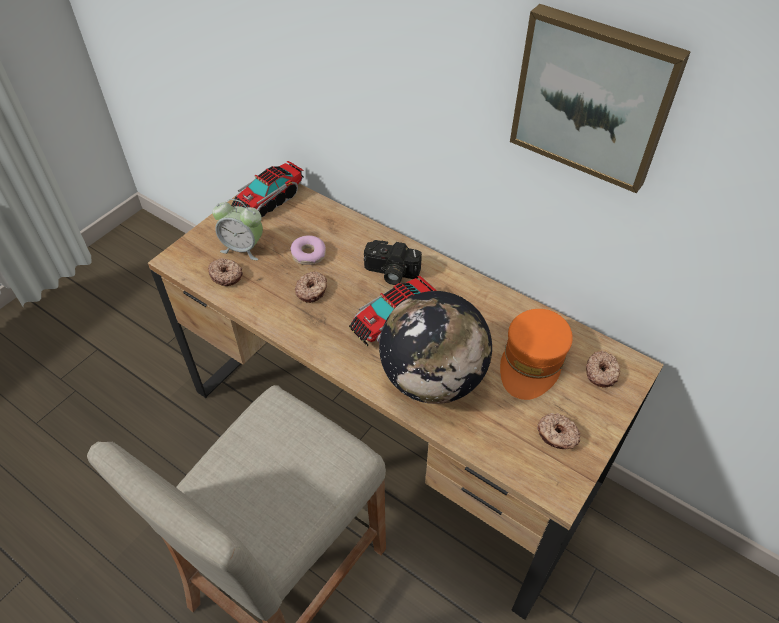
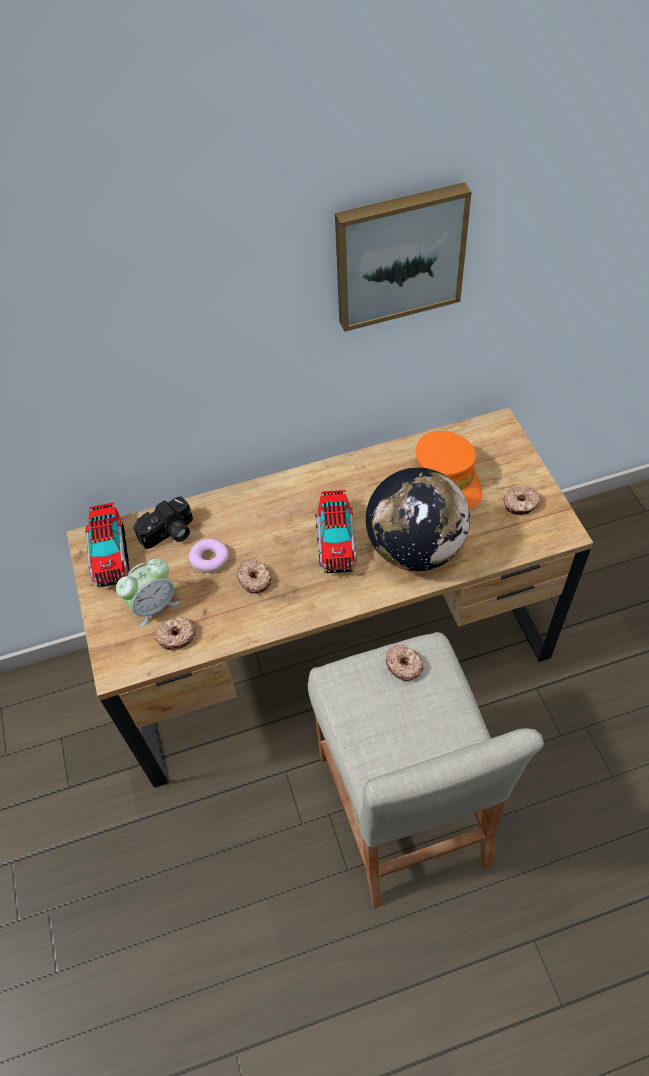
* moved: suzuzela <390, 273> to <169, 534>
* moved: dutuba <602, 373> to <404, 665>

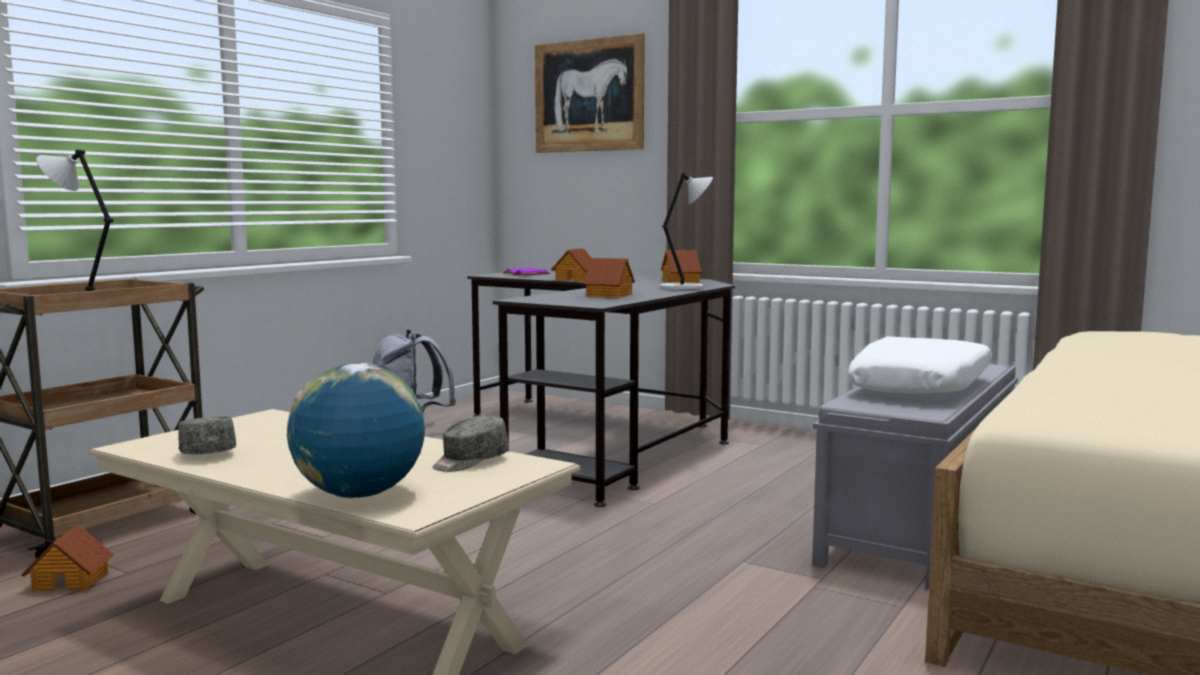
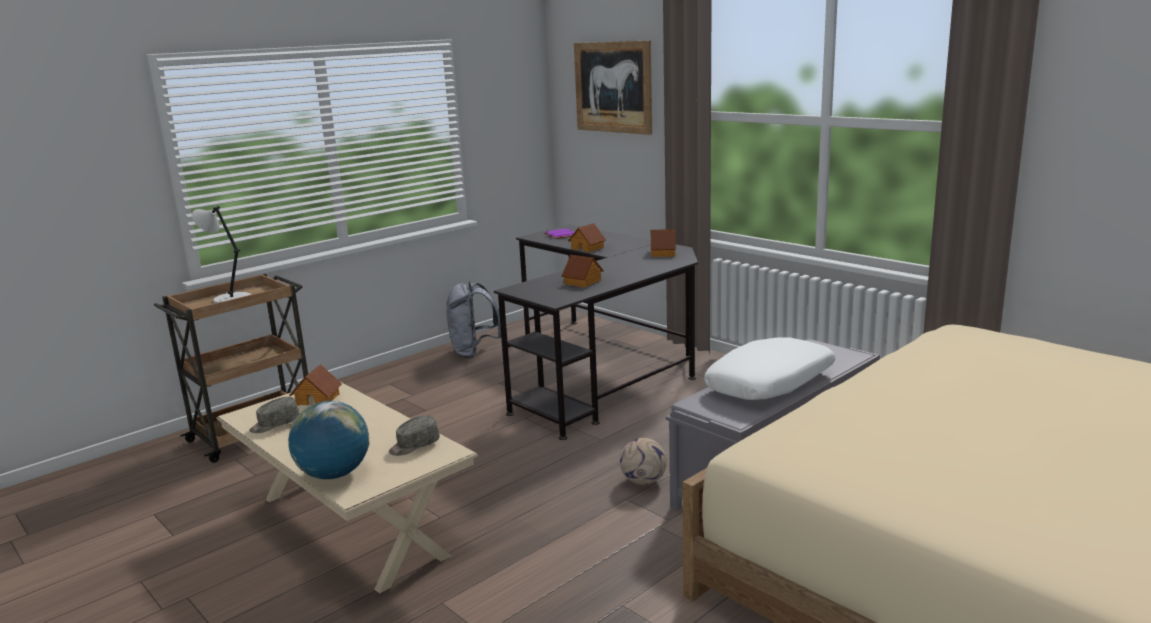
* turned: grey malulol <206, 452> = <275, 424> 105 degrees counterclockwise
* moved: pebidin <71, 580> to <318, 399>
* added: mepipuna <644, 481>
* removed: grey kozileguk <684, 288>

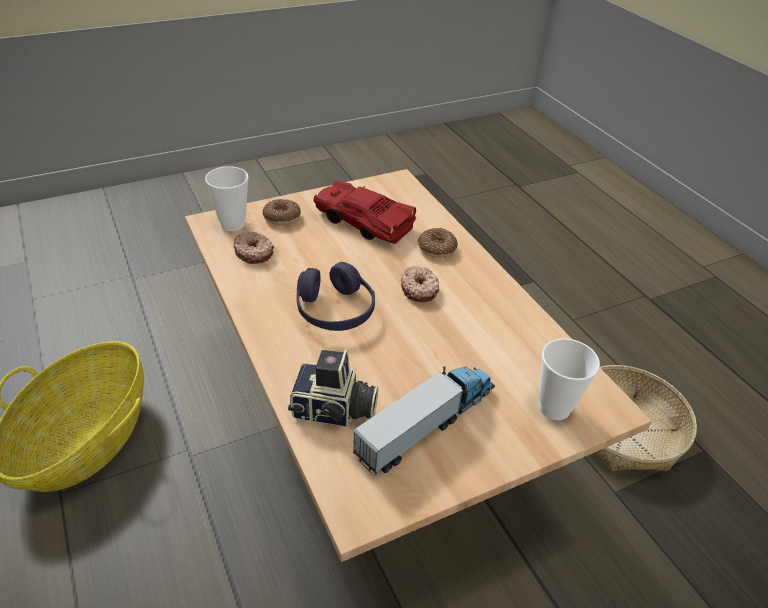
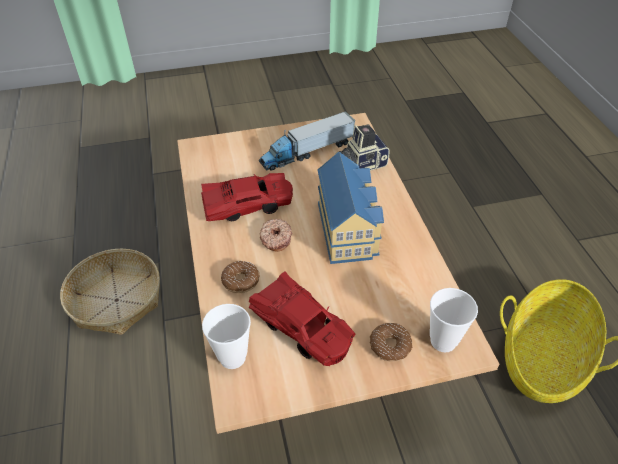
* added: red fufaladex <248, 205>
* moved: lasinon <554, 408> to <232, 357>
* replaced: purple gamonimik <335, 310> to pebidin <349, 229>
* turned: suzuzela <334, 411> = <360, 164> 45 degrees counterclockwise
* removed: dutuba <254, 253>

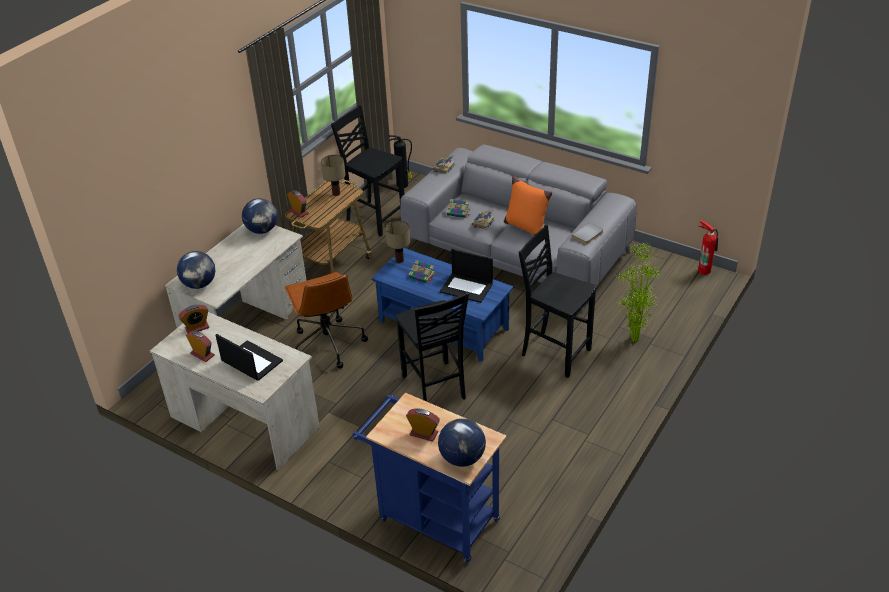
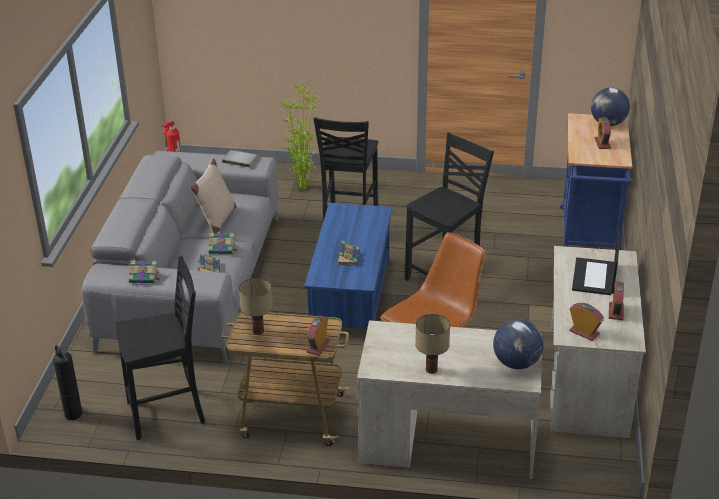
* turned: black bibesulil <374, 218> = <168, 413> 120 degrees counterclockwise
* recoloured: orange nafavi <526, 227> to beige nafavi <216, 220>
* moved: kozileguk <399, 260> to <432, 370>
* removed: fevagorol <262, 230>
* removed: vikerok <467, 288>

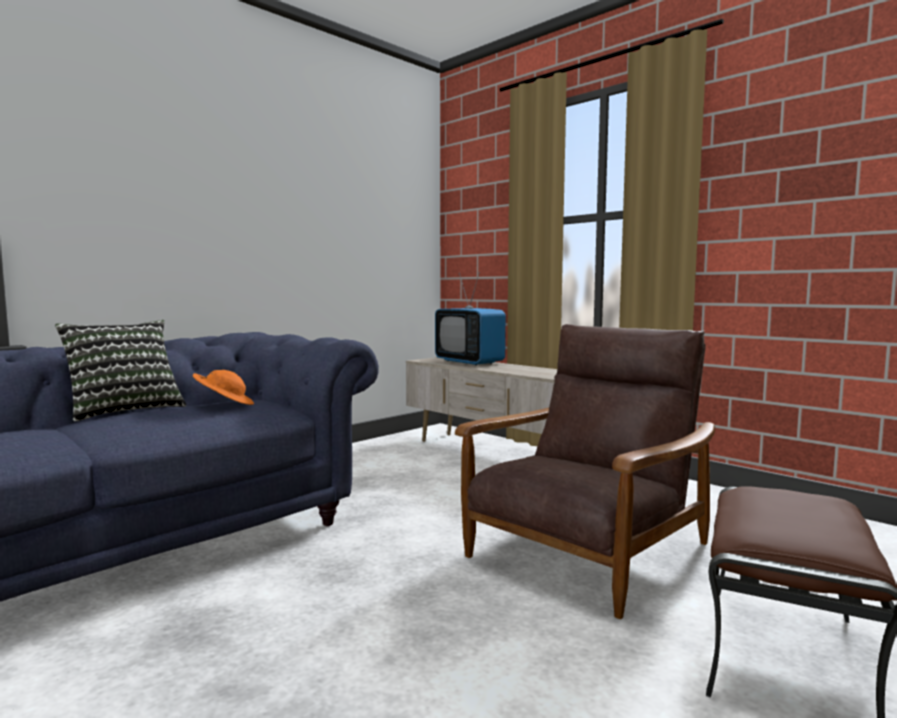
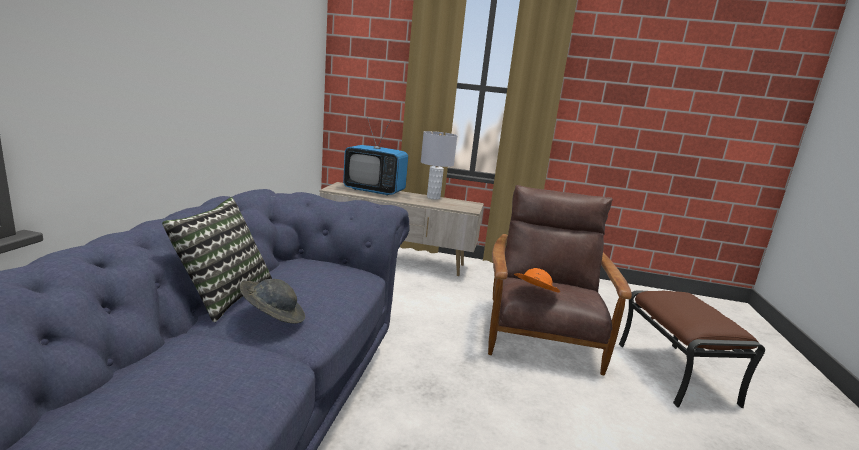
* added: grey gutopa <273, 316>
* added: grey kozileguk <433, 197>
* moved: orange gutopa <224, 405> to <534, 293>

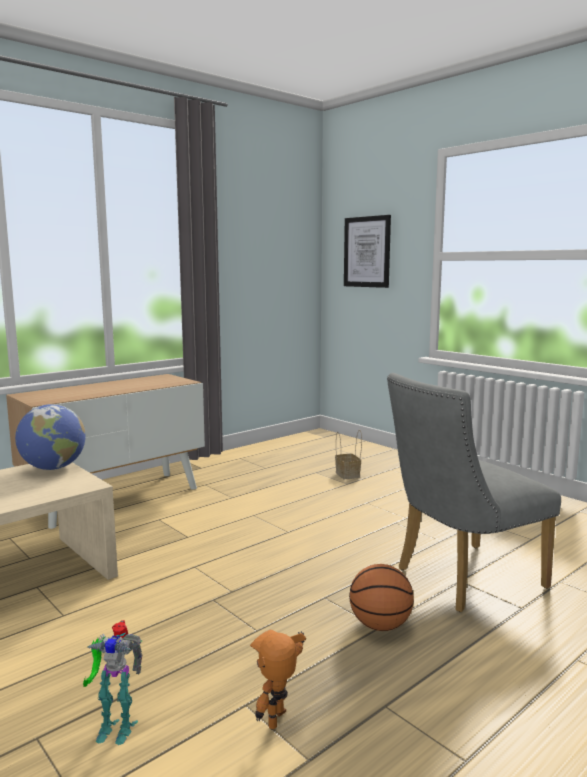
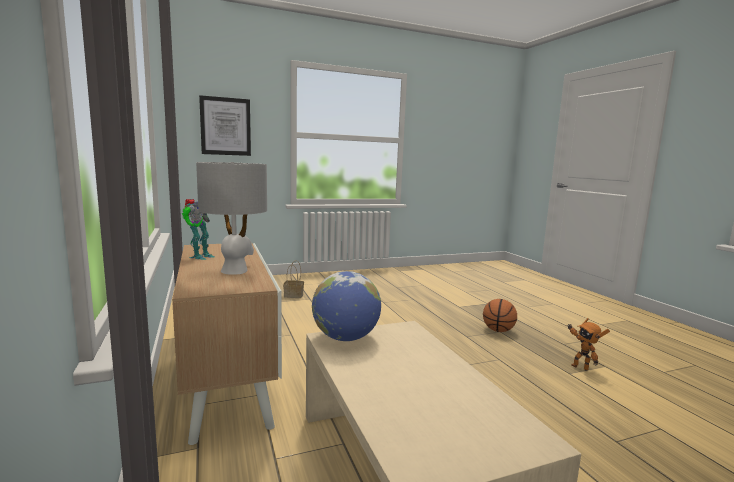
* moved: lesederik <115, 726> to <199, 256>
* added: grey kozileguk <235, 270>
* removed: grey bibesulil <461, 580>

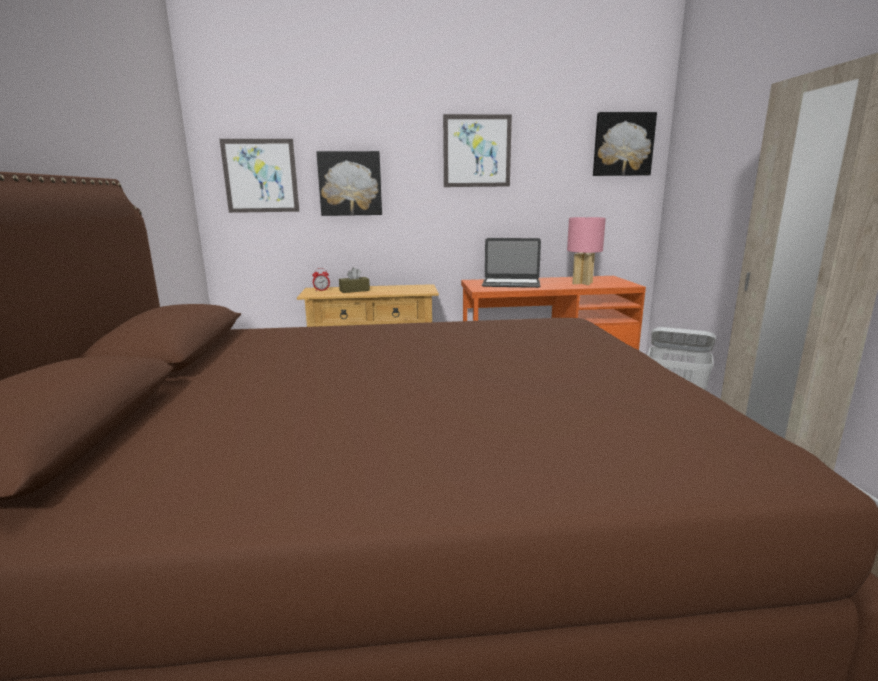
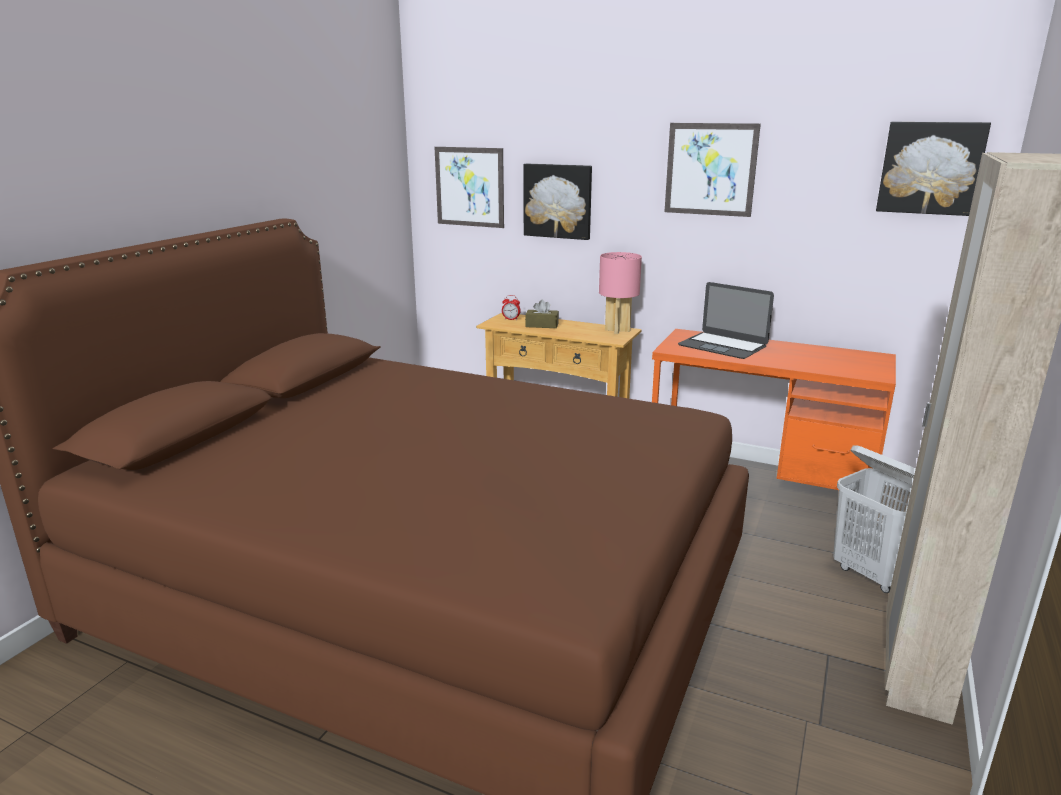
* moved: pink kozileguk <582, 283> to <618, 330>

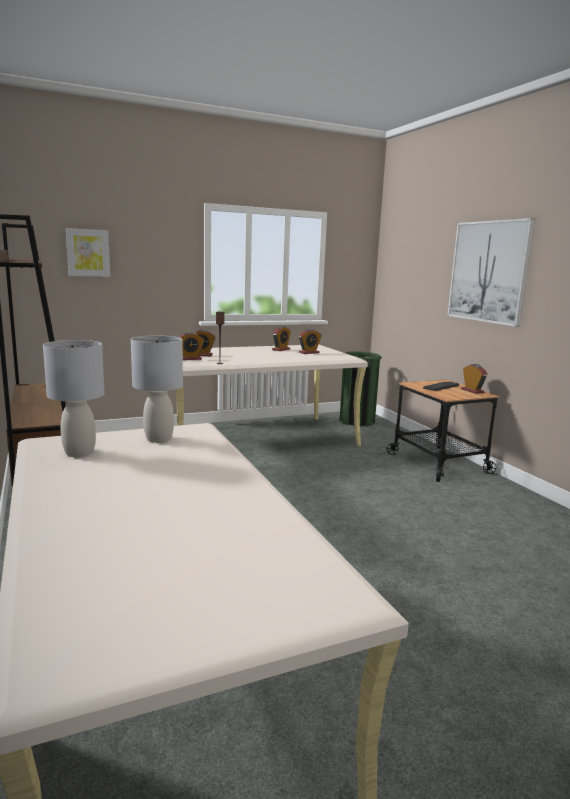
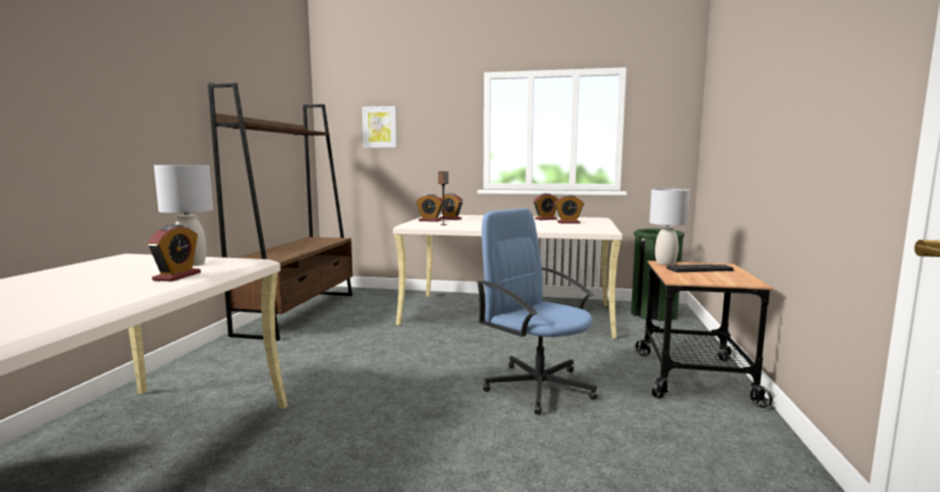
* moved: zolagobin <472, 391> to <177, 276>
* added: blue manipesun <538, 386>
* moved: grey kozileguk <80, 452> to <666, 263>
* removed: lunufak <488, 272>

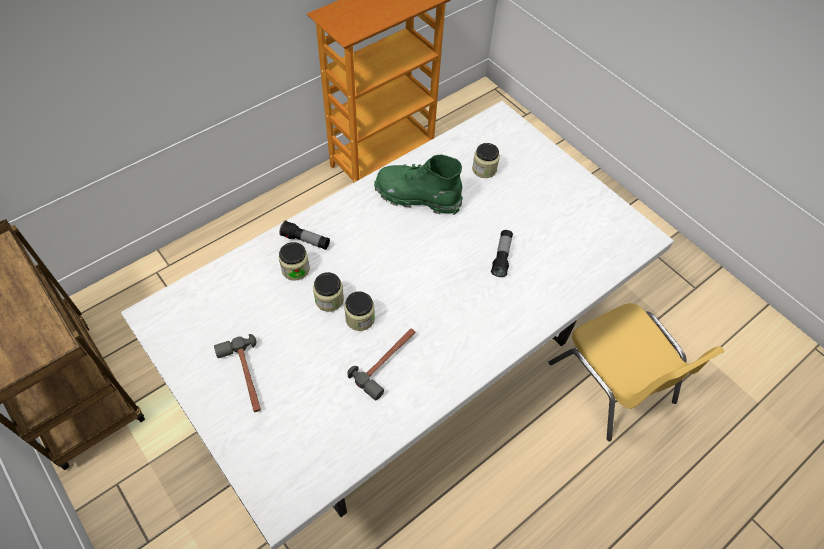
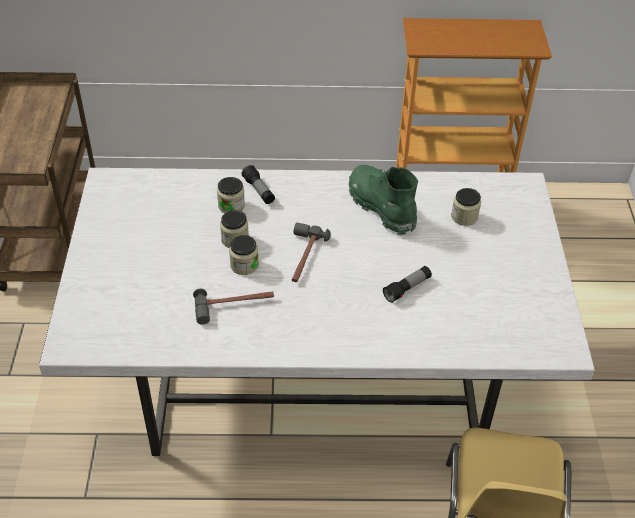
* moved: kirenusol <245, 377> to <303, 257>

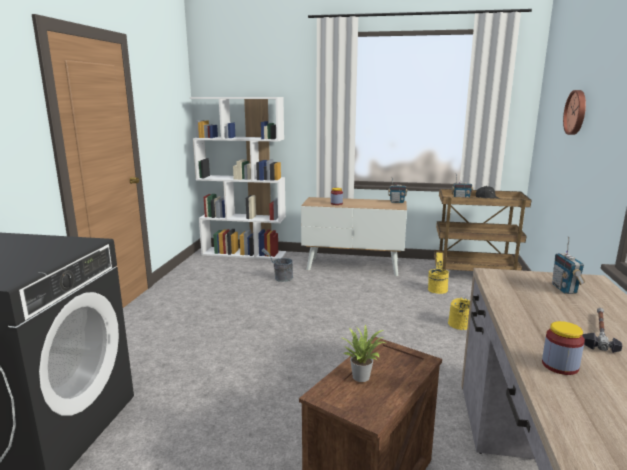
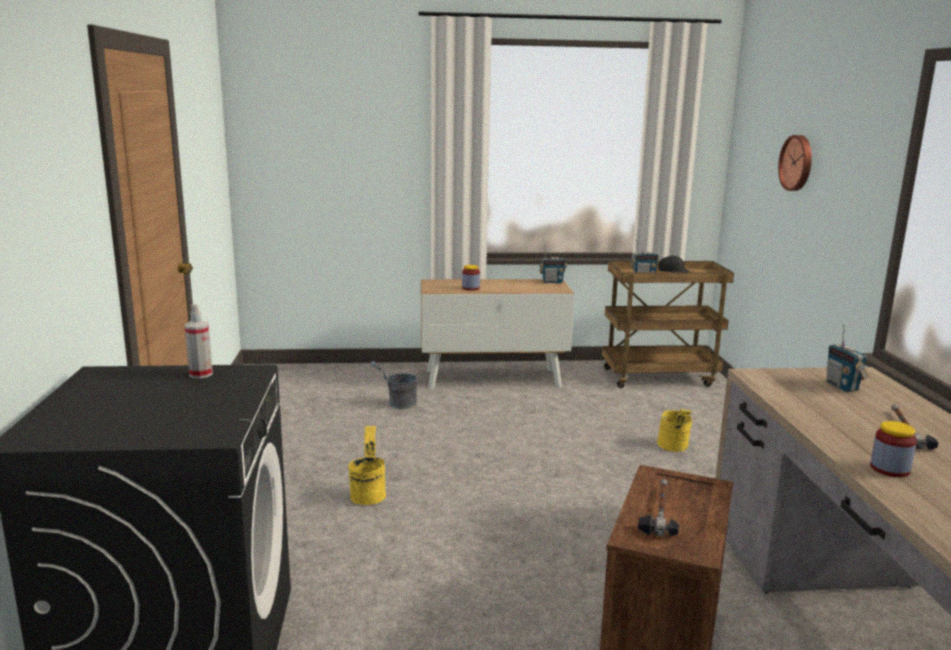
* added: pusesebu <201, 374>
* moved: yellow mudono <437, 289> to <368, 494>
* replaced: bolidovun <362, 376> to kirenusol <659, 511>
* removed: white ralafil <244, 253>

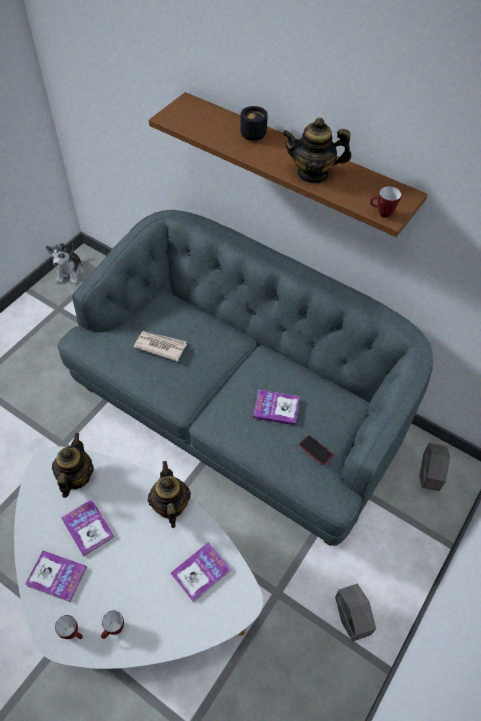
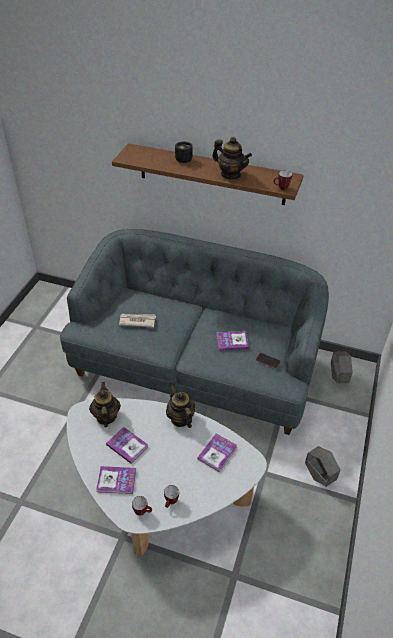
* turned: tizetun <313, 174> = <230, 174> 135 degrees counterclockwise
* removed: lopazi <70, 272>

